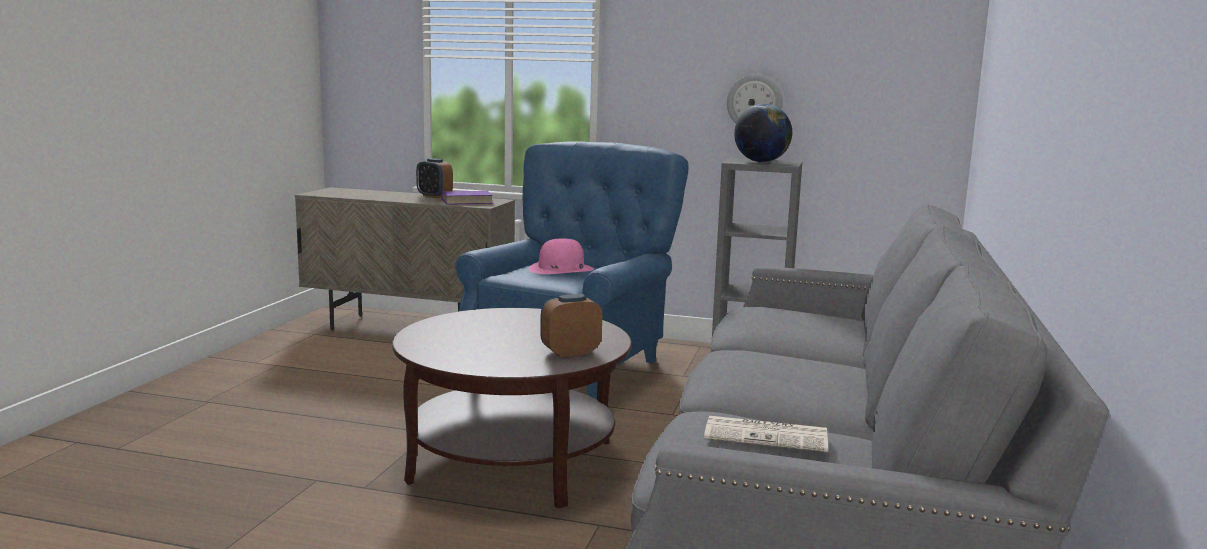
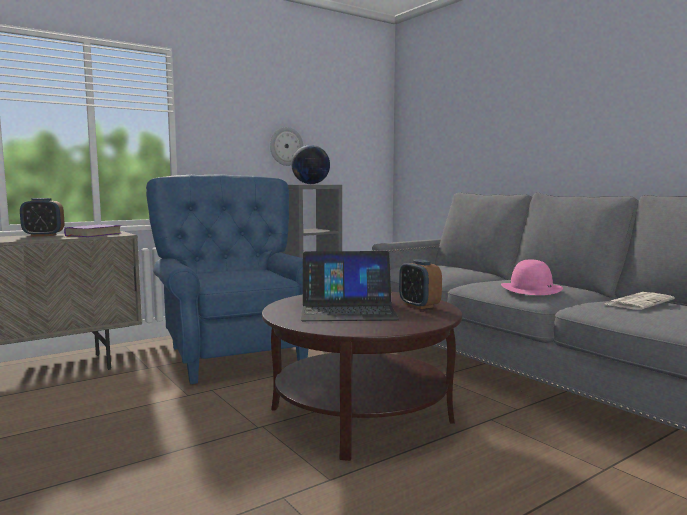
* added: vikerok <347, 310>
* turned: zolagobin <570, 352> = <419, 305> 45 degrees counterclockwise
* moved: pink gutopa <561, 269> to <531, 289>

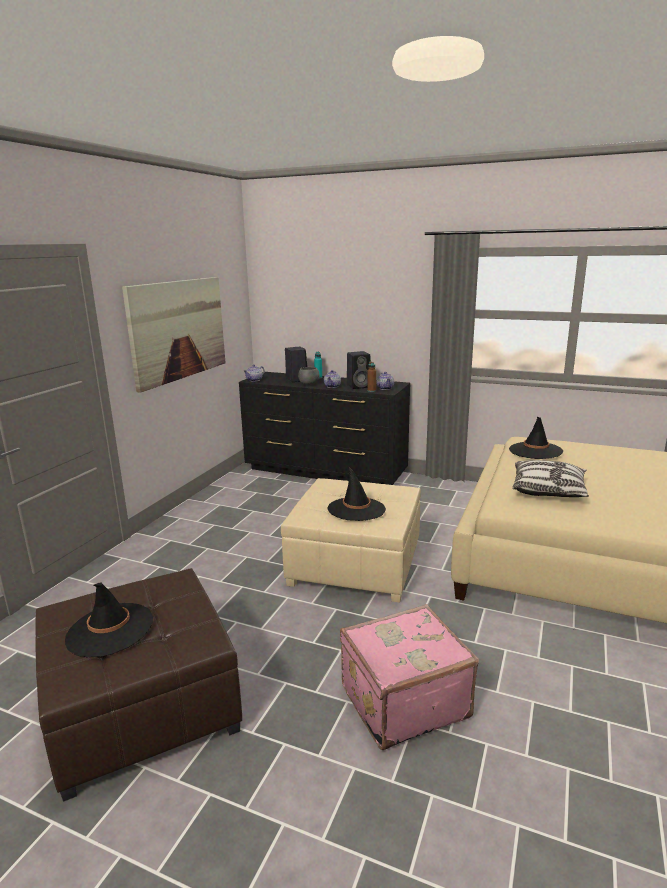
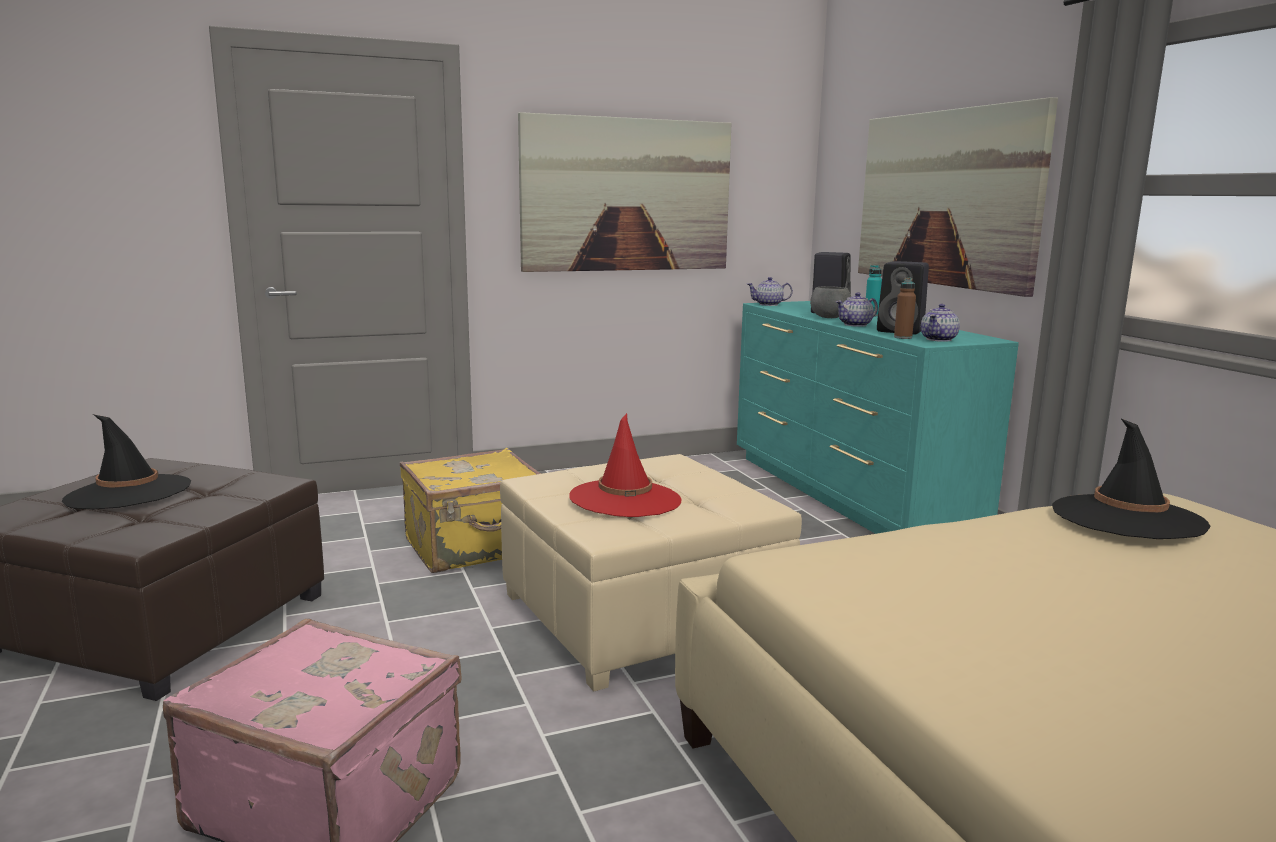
* added: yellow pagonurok <475, 548>
* recoloured: black gutopa <356, 509> to red gutopa <625, 499>
* recoloured: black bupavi <325, 471> to turquoise bupavi <847, 494>
* added: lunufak <946, 198>
* removed: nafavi <548, 491>

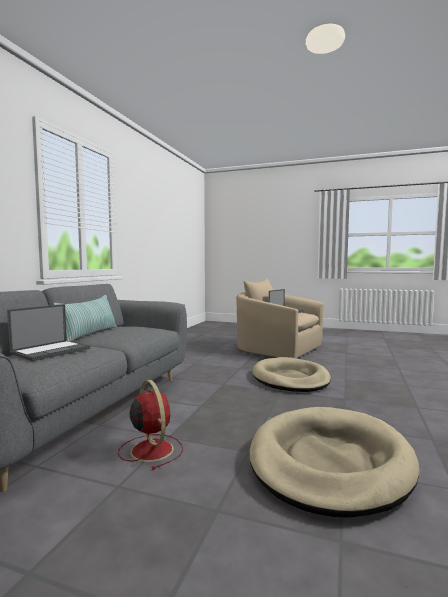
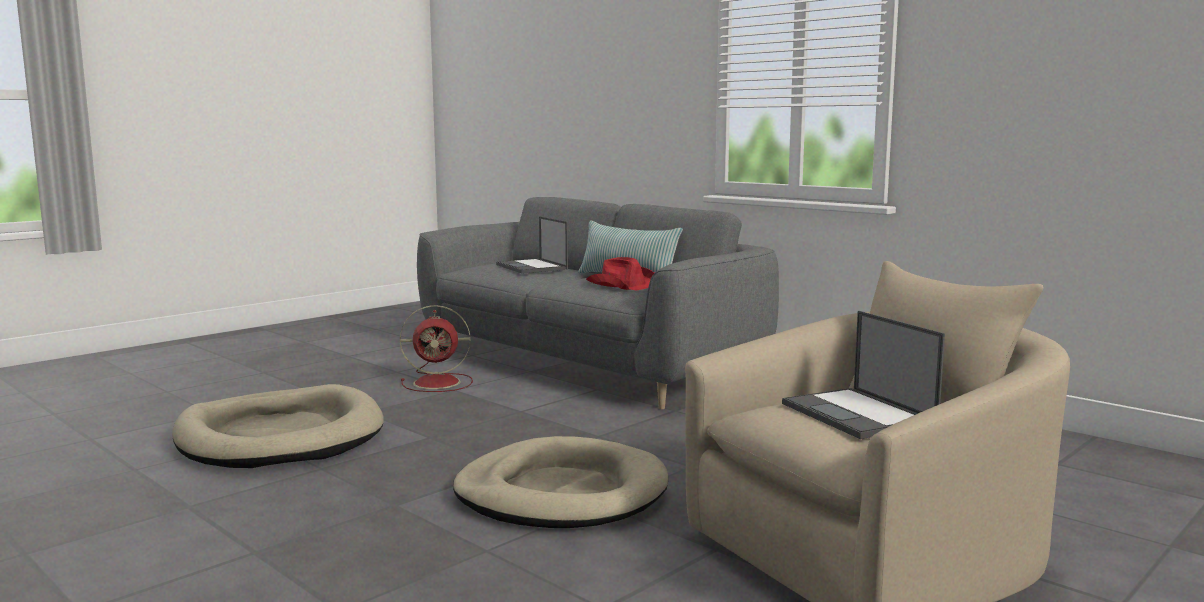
* added: red gutopa <623, 284>

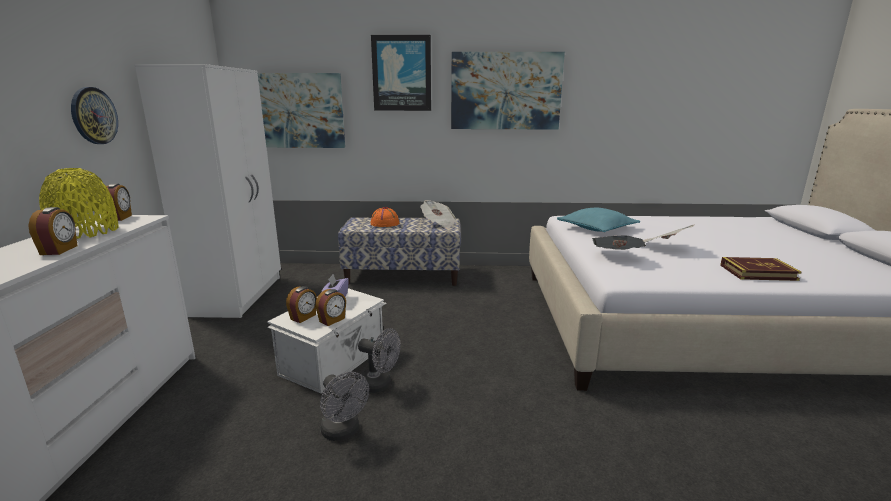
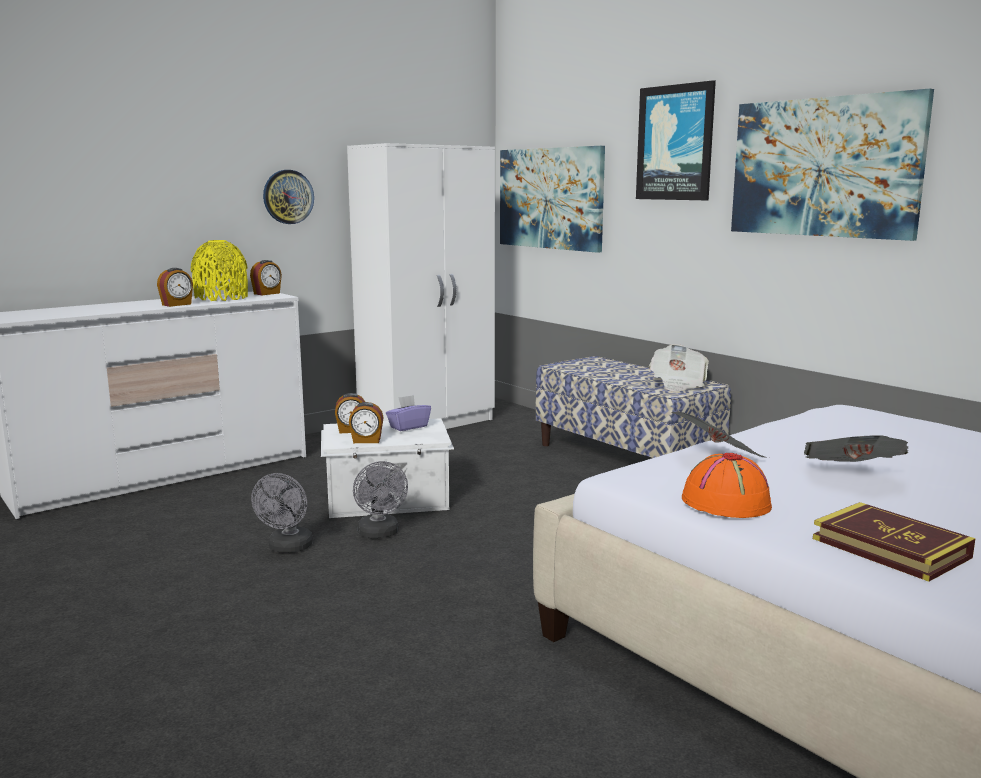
* moved: orange gutopa <384, 223> to <725, 502>
* removed: turquoise nafavi <597, 228>

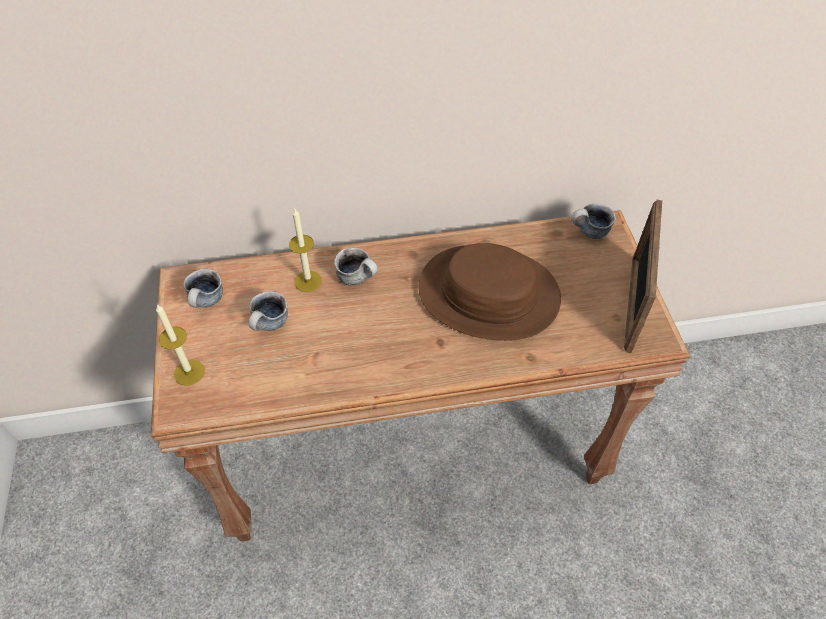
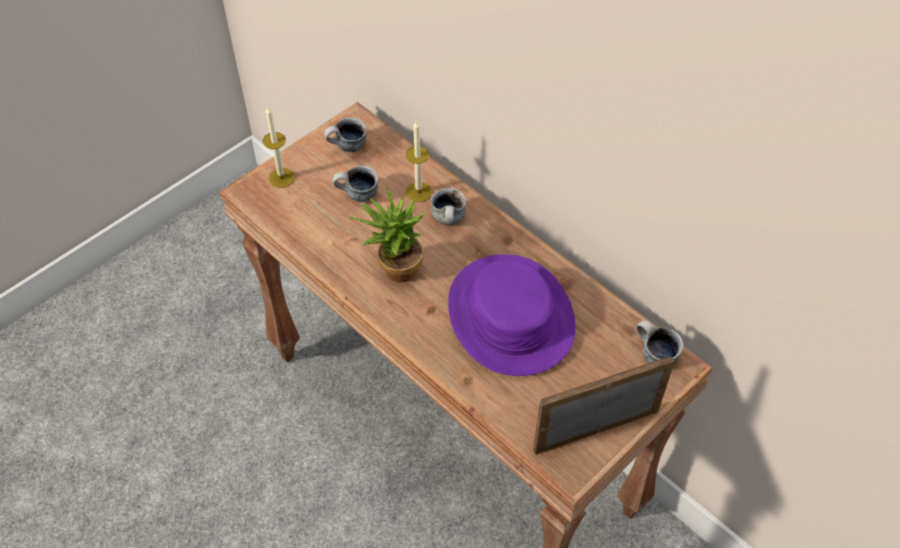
* added: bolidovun <394, 269>
* recoloured: brown gutopa <488, 294> to purple gutopa <510, 316>

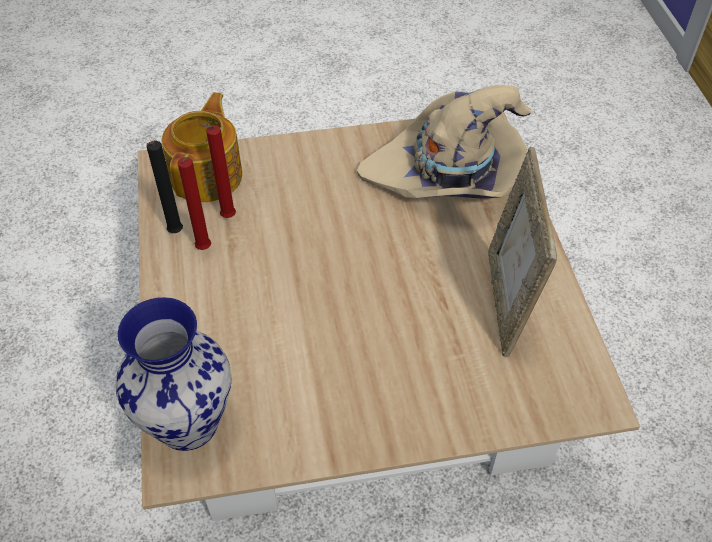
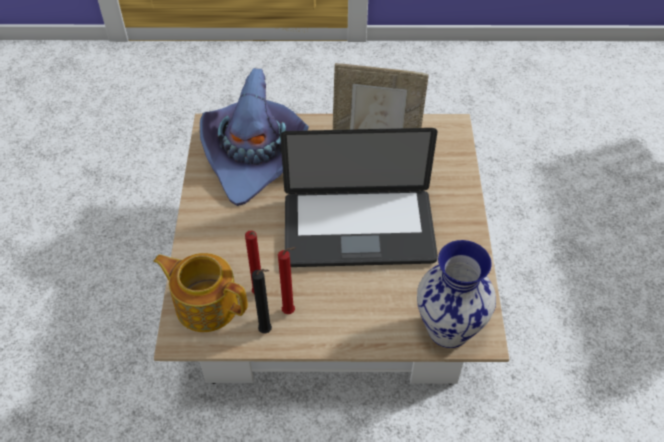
* recoloured: beige gutopa <447, 175> to purple gutopa <254, 155>
* added: vikerok <358, 230>

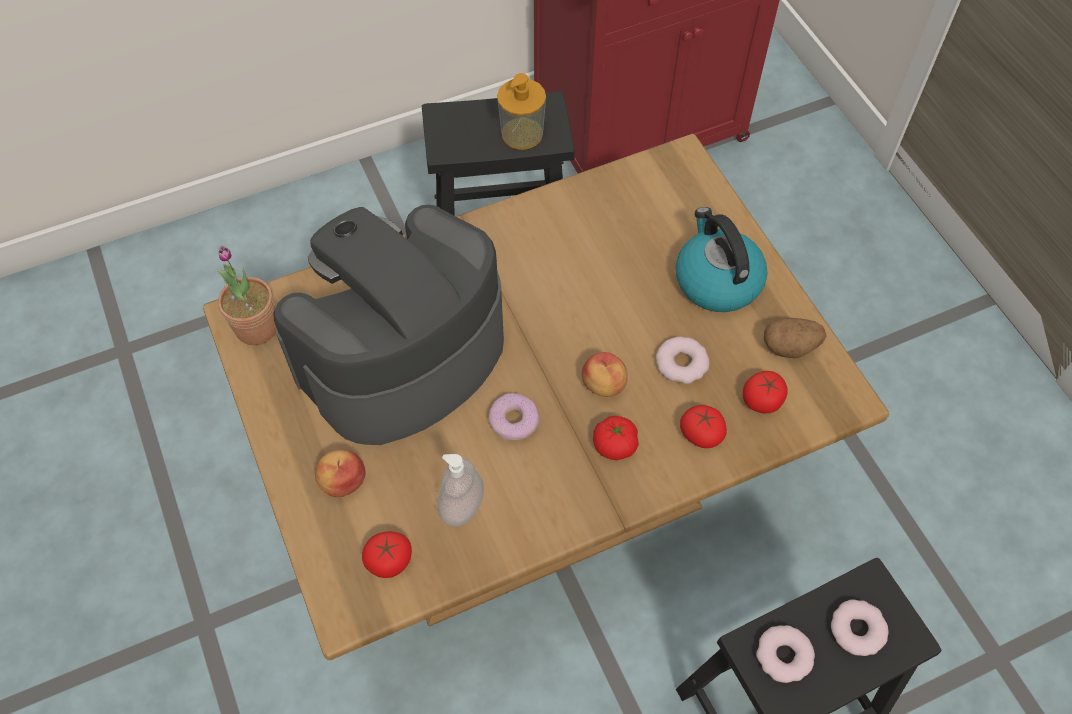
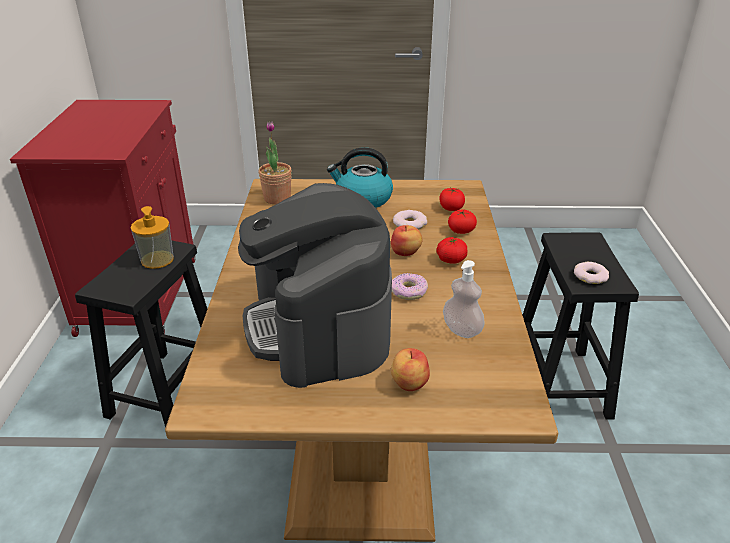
* moved: bolidovun <257, 327> to <277, 198>
* removed: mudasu <389, 560>
* removed: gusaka <790, 346>
* removed: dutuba <857, 629>

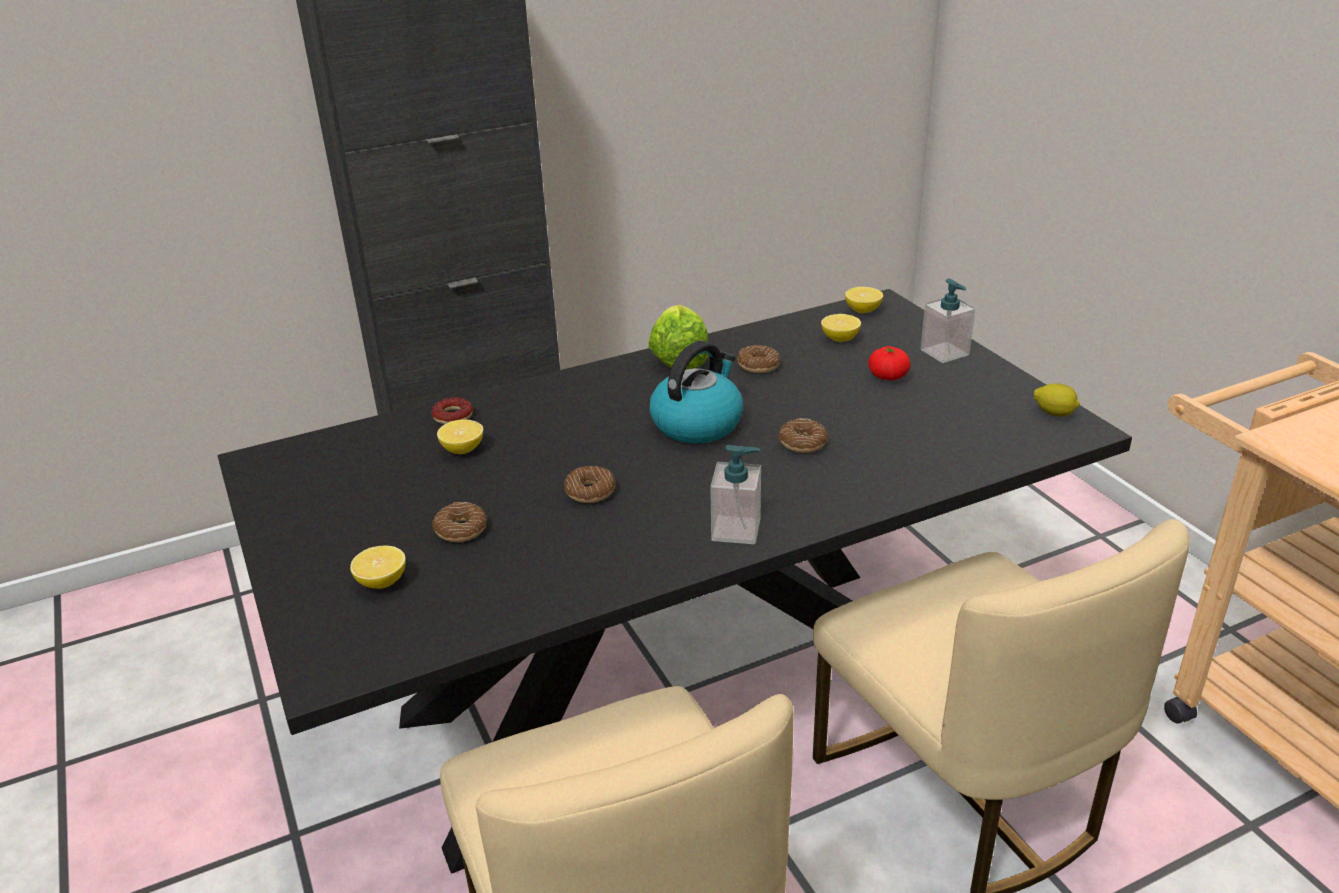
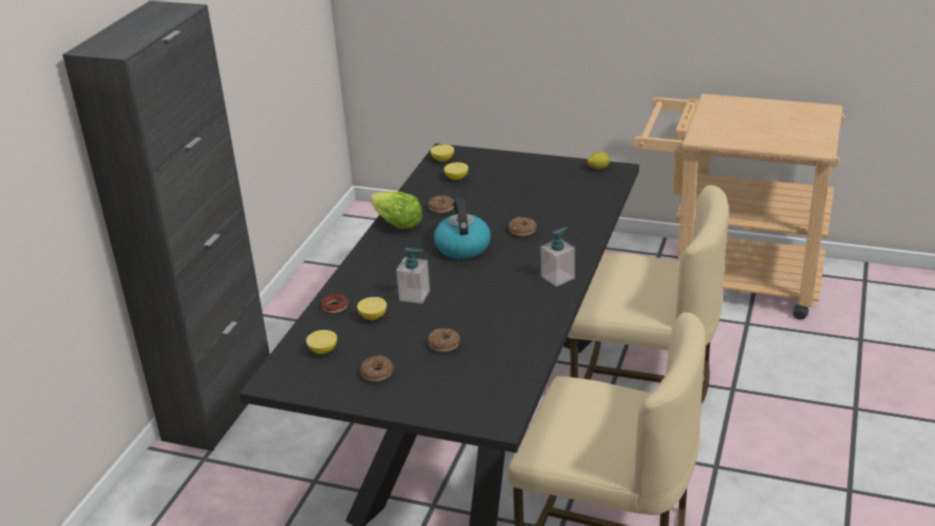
* moved: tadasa <382, 582> to <323, 350>
* moved: dutuba <590, 491> to <377, 373>
* moved: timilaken <945, 352> to <415, 295>
* removed: mudasu <888, 376>

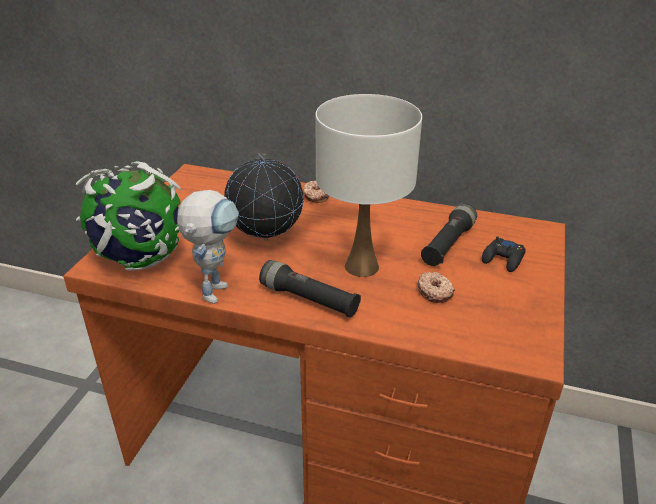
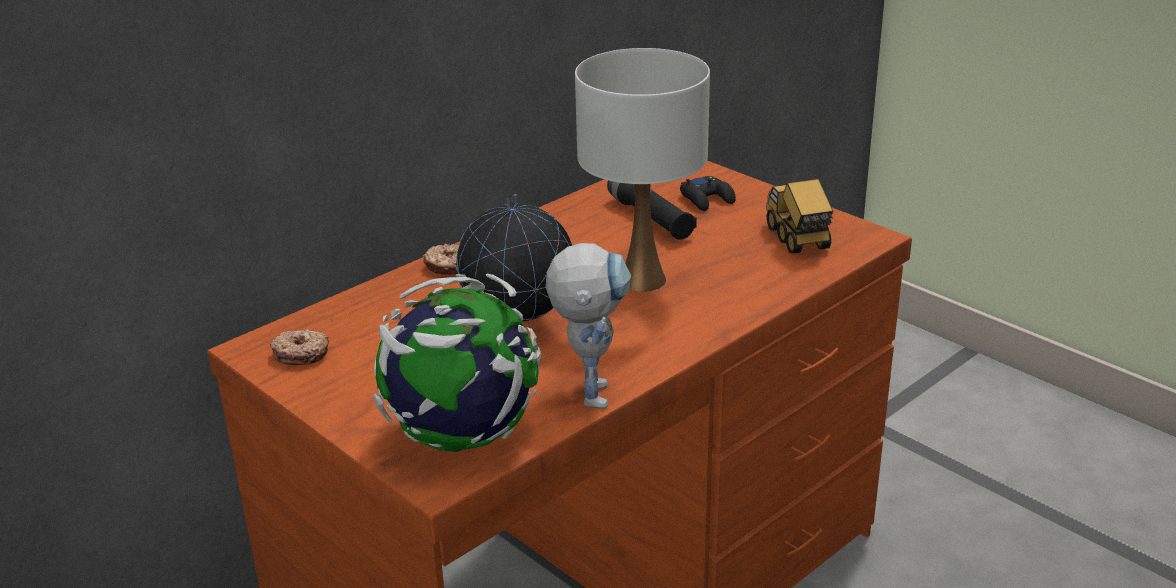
* moved: dutuba <435, 292> to <301, 354>
* turned: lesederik <215, 287> = <590, 388> 45 degrees clockwise
* added: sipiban <798, 239>
* removed: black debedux <309, 299>

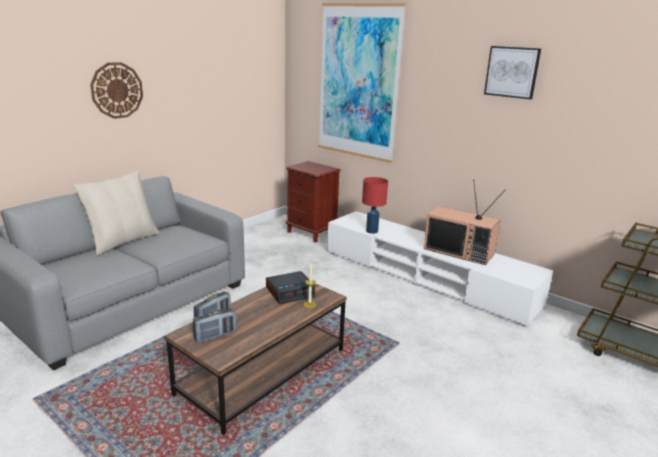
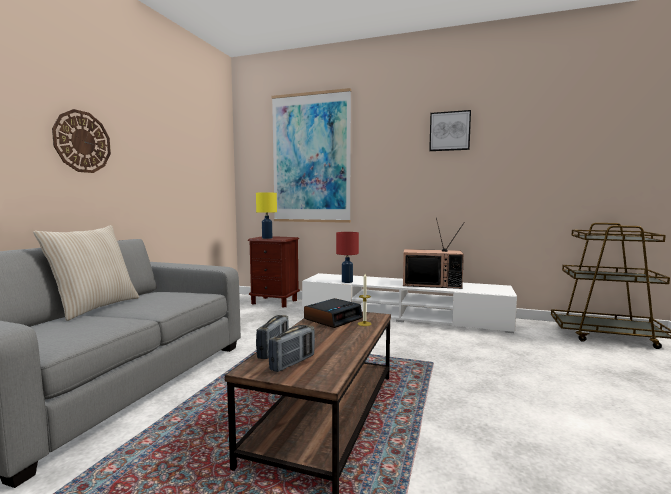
* added: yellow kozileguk <267, 238>

